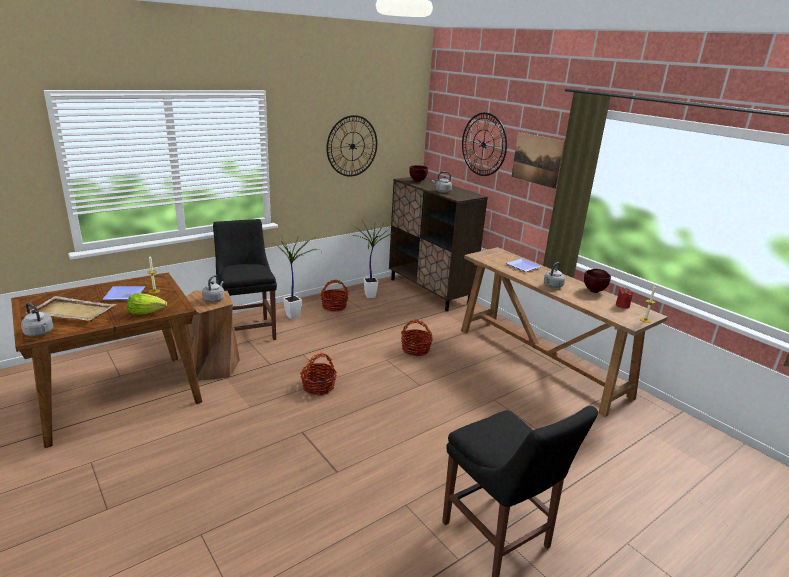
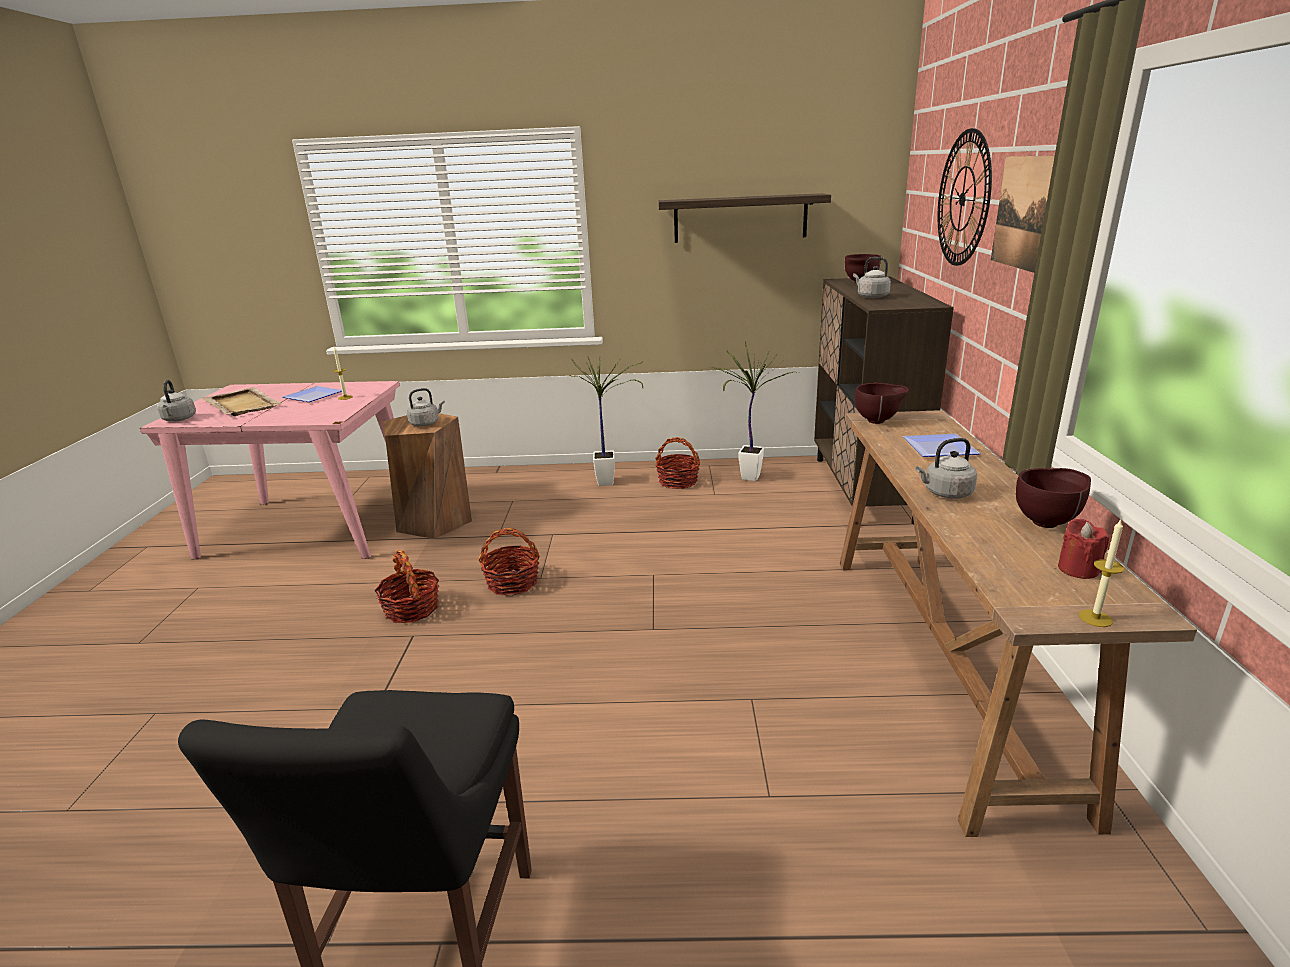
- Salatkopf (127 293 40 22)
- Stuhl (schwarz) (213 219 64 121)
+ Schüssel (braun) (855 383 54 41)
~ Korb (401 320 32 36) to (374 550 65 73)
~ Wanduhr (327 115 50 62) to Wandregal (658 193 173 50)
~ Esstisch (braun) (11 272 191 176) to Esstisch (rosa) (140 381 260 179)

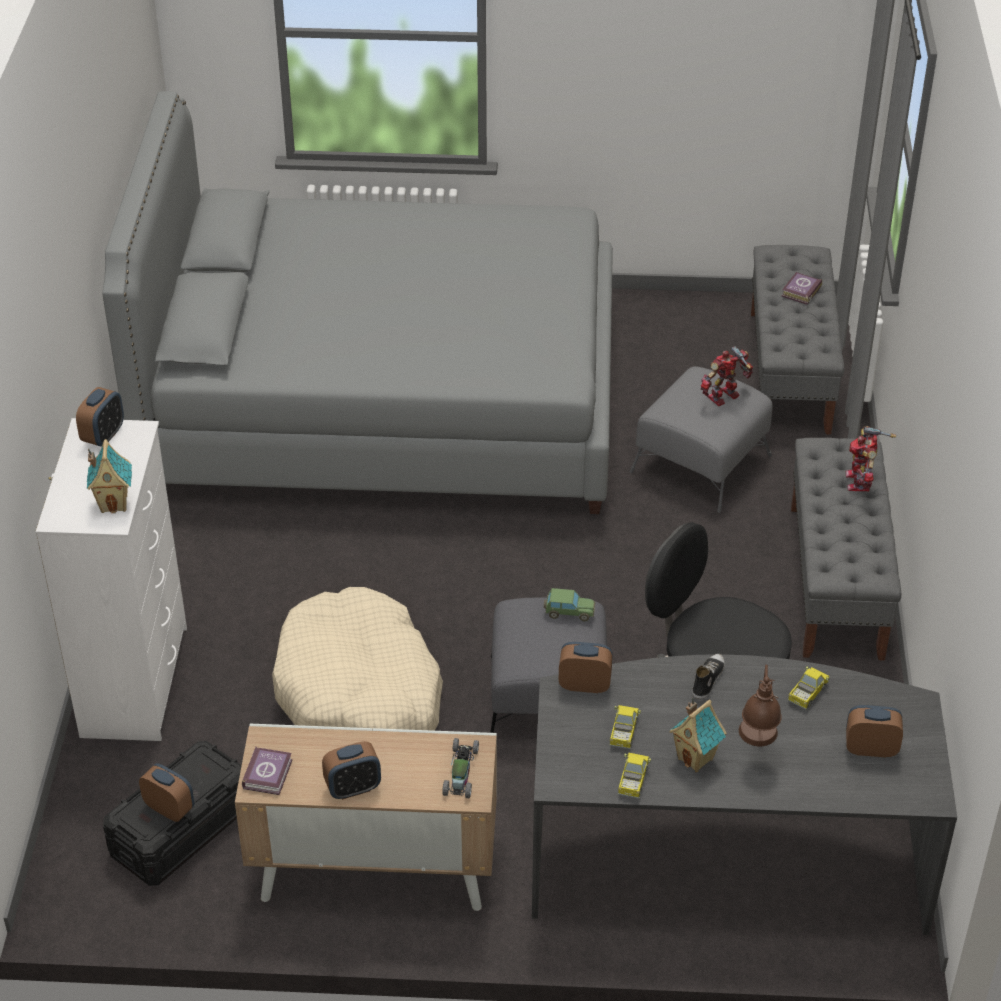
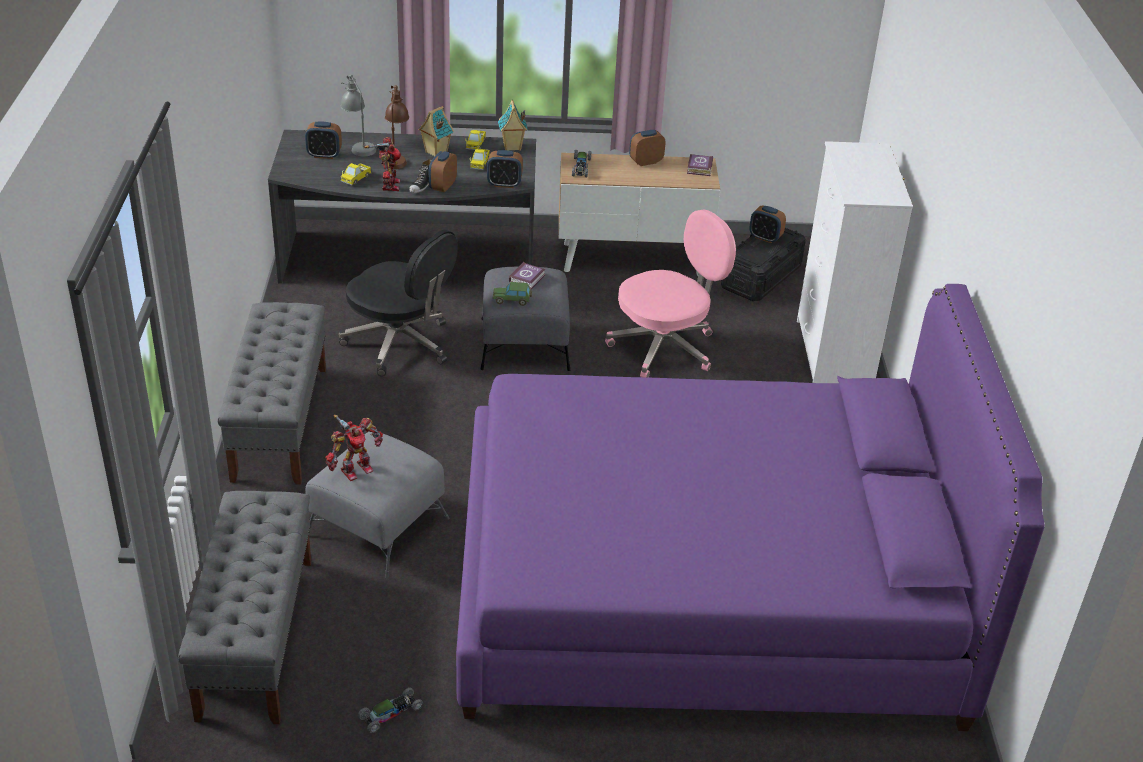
+ Tischlampe (grau) (341 74 35 82)
+ Spielzeugauto (357 688 66 45)
~ Wecker (76 387 48 59) to (429 151 28 41)
~ Spielzeughaus (87 439 45 74) to (498 100 30 51)
~ Buch (781 272 41 33) to (509 262 36 28)
~ Spielzeugroboter (846 426 50 65) to (364 137 37 54)
~ Hundebett (beige) (272 587 171 144) to Bürostuhl (rosa) (605 210 131 167)
~ Bett (grau) (102 91 511 423) to Bett (lila) (456 284 589 447)

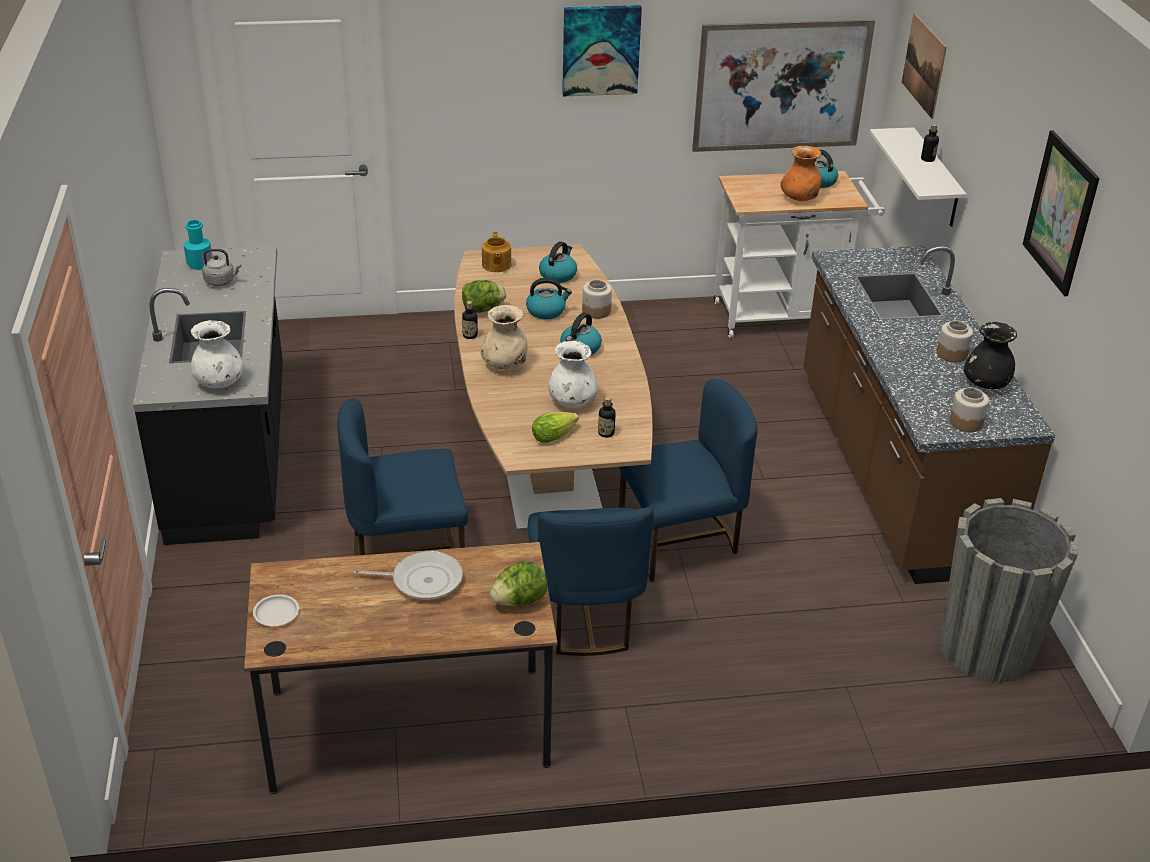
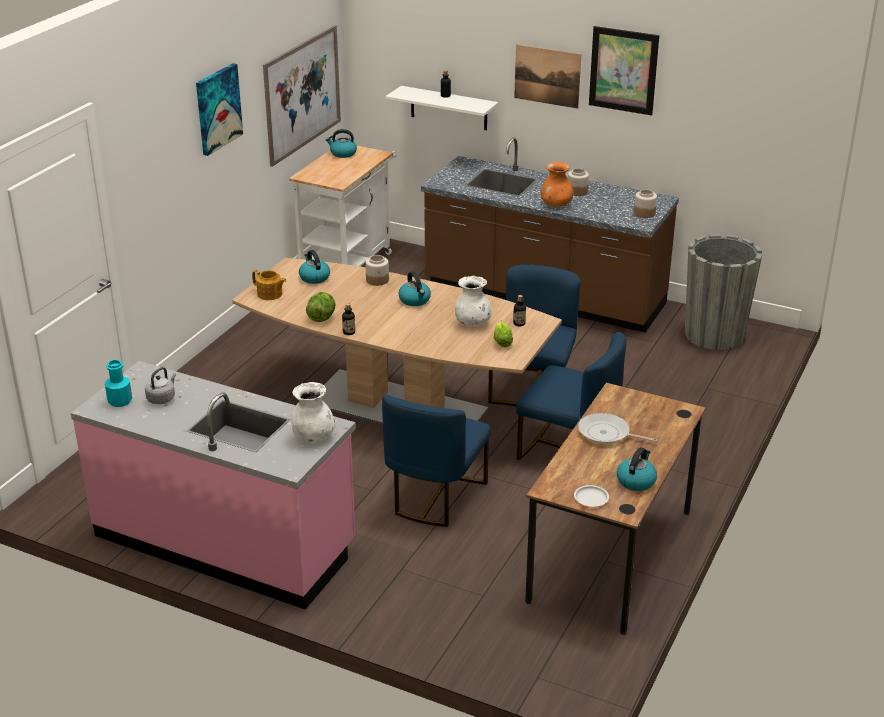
- Vase (beige) (480 305 48 65)
- Salatkopf (490 561 58 46)
- Vase (schwarz) (964 322 53 67)
~ Wasserkessel (526 278 46 41) to (617 447 40 44)
~ Vase (orange) (780 146 41 55) to (541 162 32 45)
~ Bild (902 13 45 106) to (514 44 67 65)
~ Küchenzeile (schwarz) (133 246 150 299) to Küchenzeile (rosa) (71 361 285 249)
~ Pfanne (354 551 109 49) = (578 413 79 31) 105 degrees counterclockwise

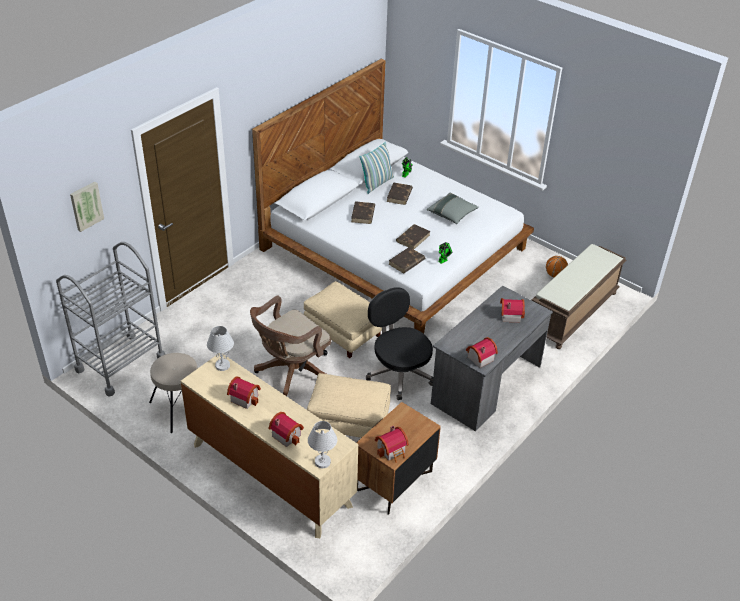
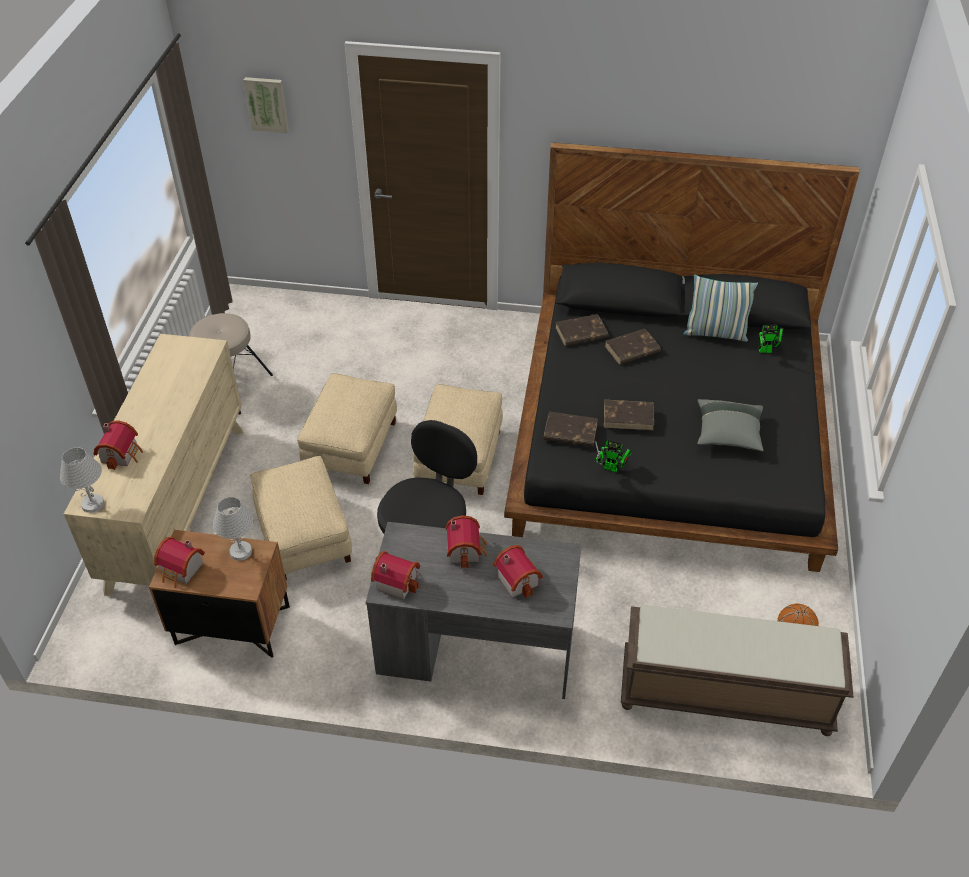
- Rollwagen (grau) (56 242 109 155)
~ Tischlampe (weiß) (207 326 27 45) to (213 497 41 64)
~ Spielzeughaus (227 377 34 32) to (446 515 42 54)
~ Buch (braun) (387 183 26 22) to (555 314 54 32)
~ Bürostuhl (braun) (250 295 81 101) to Polsterhocker (beige) (297 373 100 111)
~ Bett (weiß) (252 59 282 275) to Bett (schwarz) (504 142 356 430)

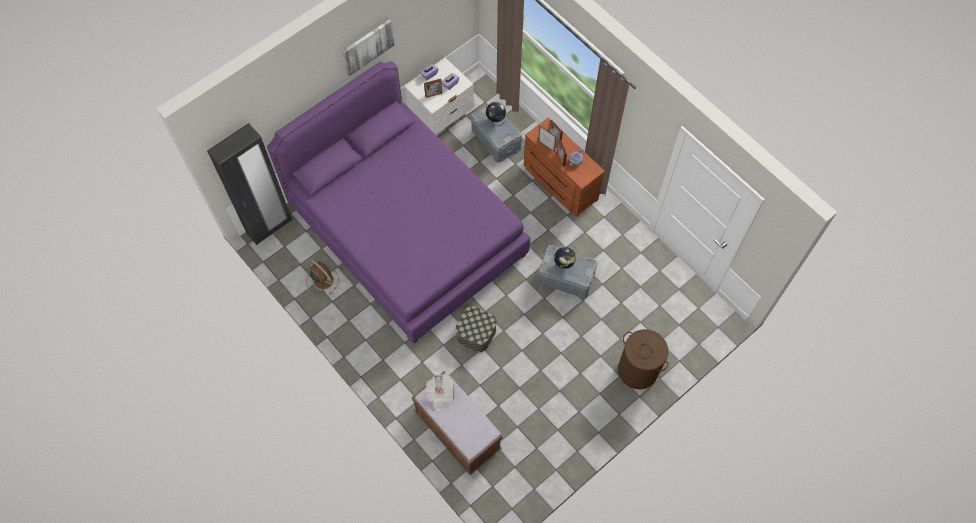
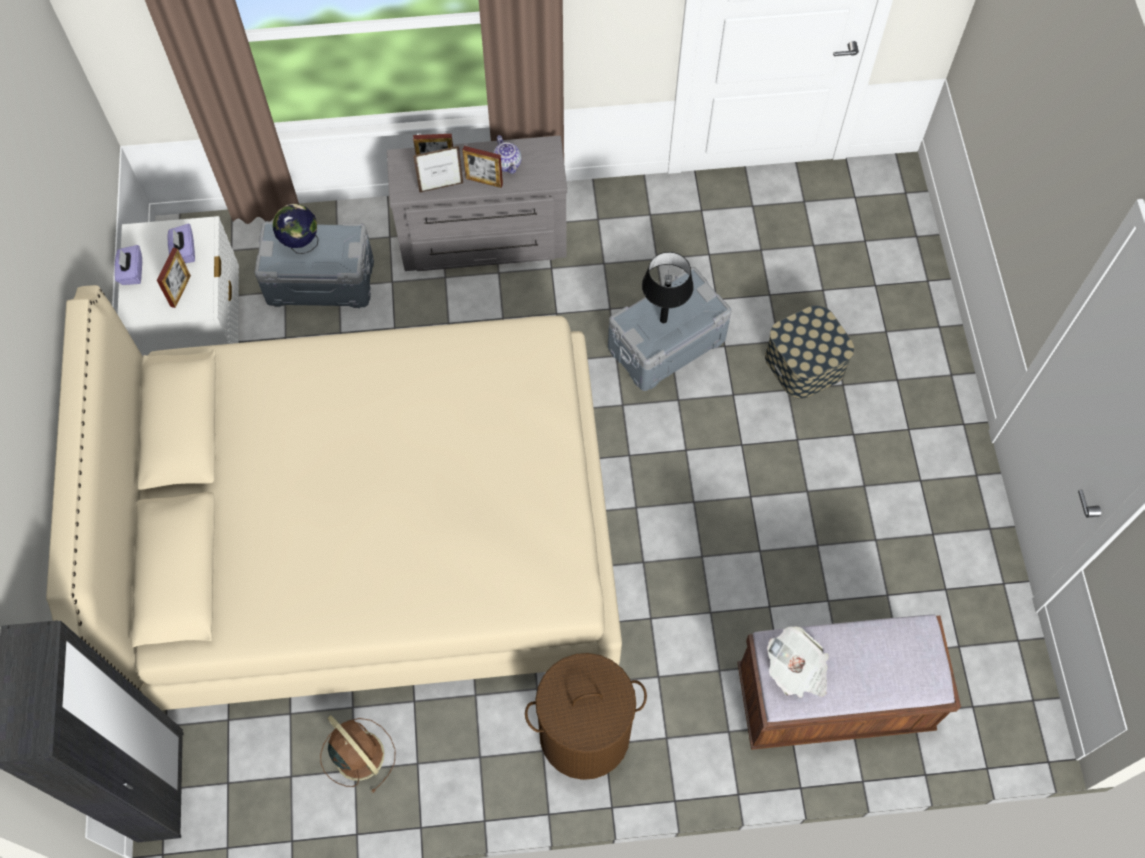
- Bild (342 19 53 57)
~ Aufbewahrungsbox (455 306 42 46) to (765 305 90 94)
~ Wäschekorb (braun) (618 329 51 60) to (525 653 122 127)
~ Globus (554 247 22 24) to Tischlampe (schwarz) (642 252 52 71)
~ Bett (lila) (267 61 263 282) to Bett (beige) (46 285 576 425)
~ Kommode (braun) (524 118 81 99) to Kommode (grau) (387 136 180 135)
~ Ventilator (braun) (306 260 33 34) = (320 715 76 78) 60 degrees clockwise

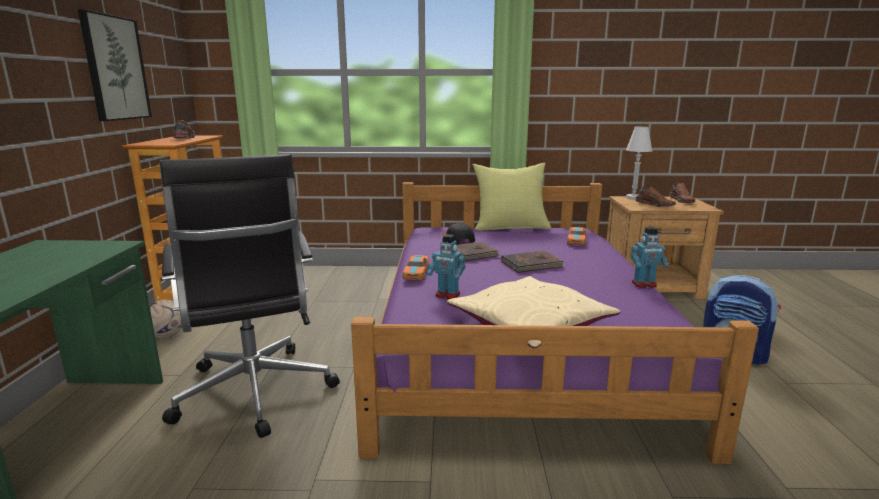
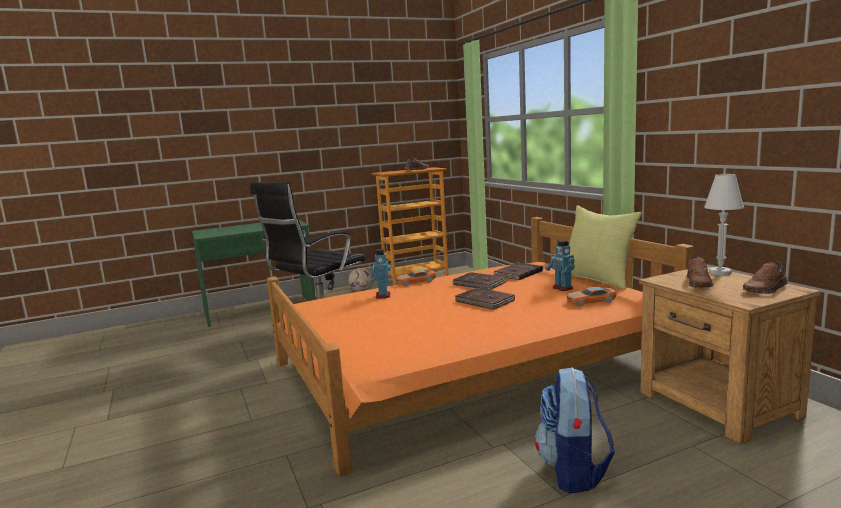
- Bild (78 9 74 112)
- Kissen (beige) (447 276 173 72)
~ Spielzeugroboter (630 227 39 61) to (545 240 30 51)
~ Kappe (442 223 33 22) to Buch (braun) (493 263 50 17)
~ Bett (lila) (351 182 408 282) to Bett (orange) (267 217 426 259)

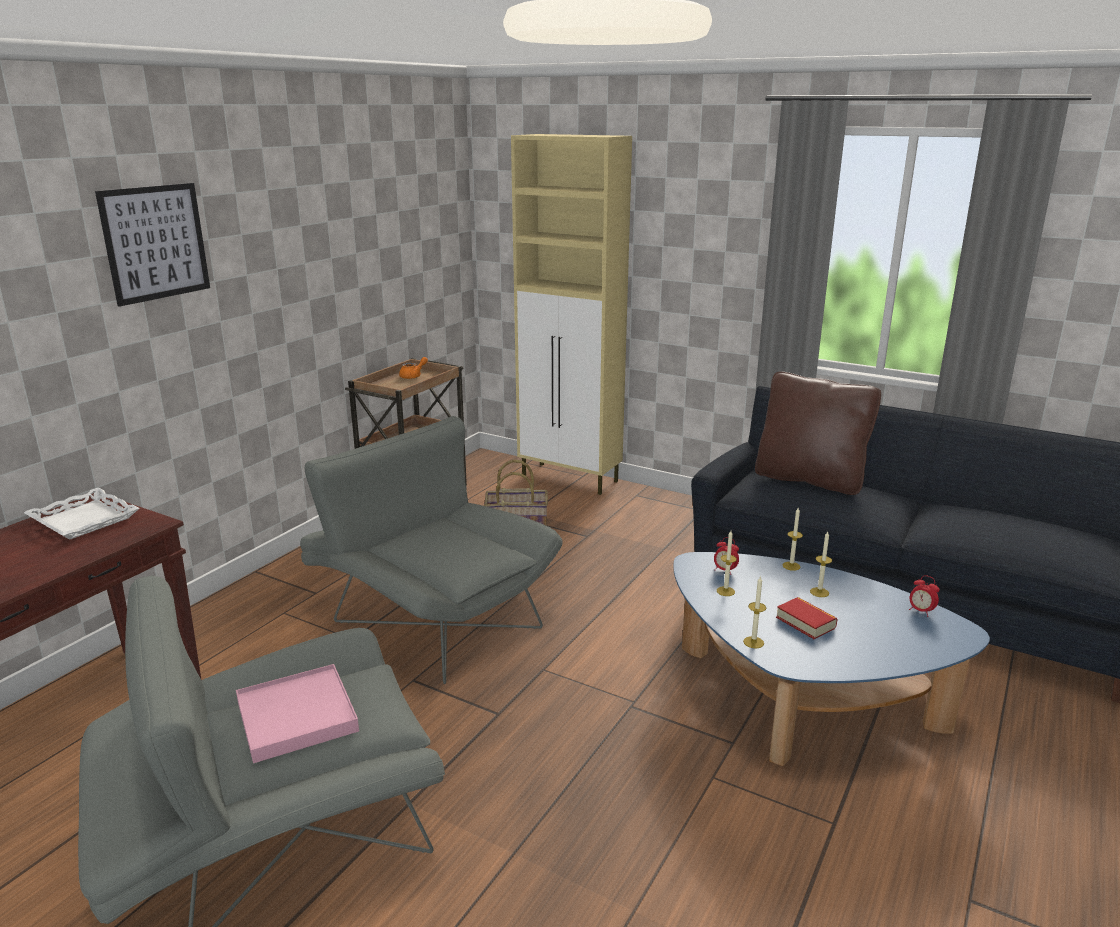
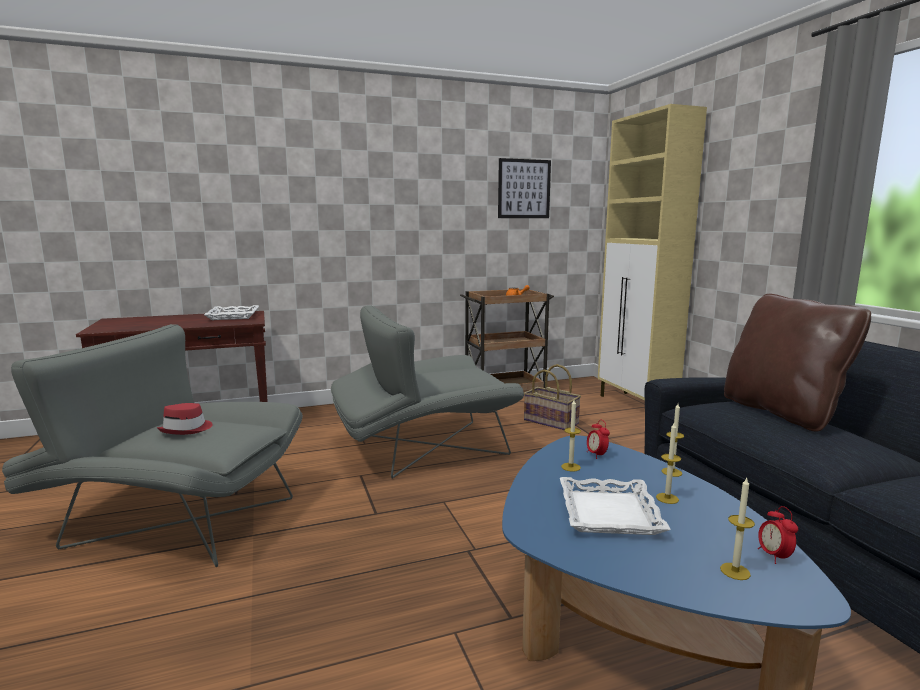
~ Bild (95 183 115 124) to (498 158 53 60)
~ Kerze (743 576 23 72) to (720 478 35 102)
~ Tablett (rosa) (236 664 123 99) to Hut (rot) (157 403 56 32)
~ Buch (776 597 62 42) to Tablett (weiß) (560 477 111 58)
~ Sessel (grau) (300 416 263 268) = (331 305 193 174) 105 degrees counterclockwise

